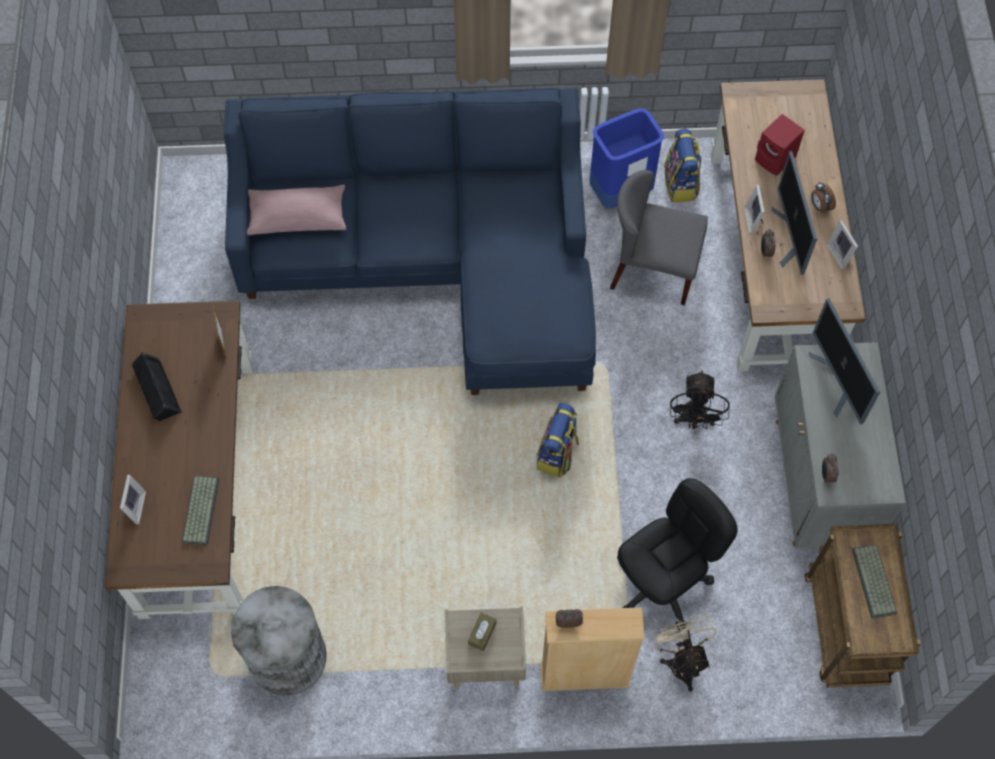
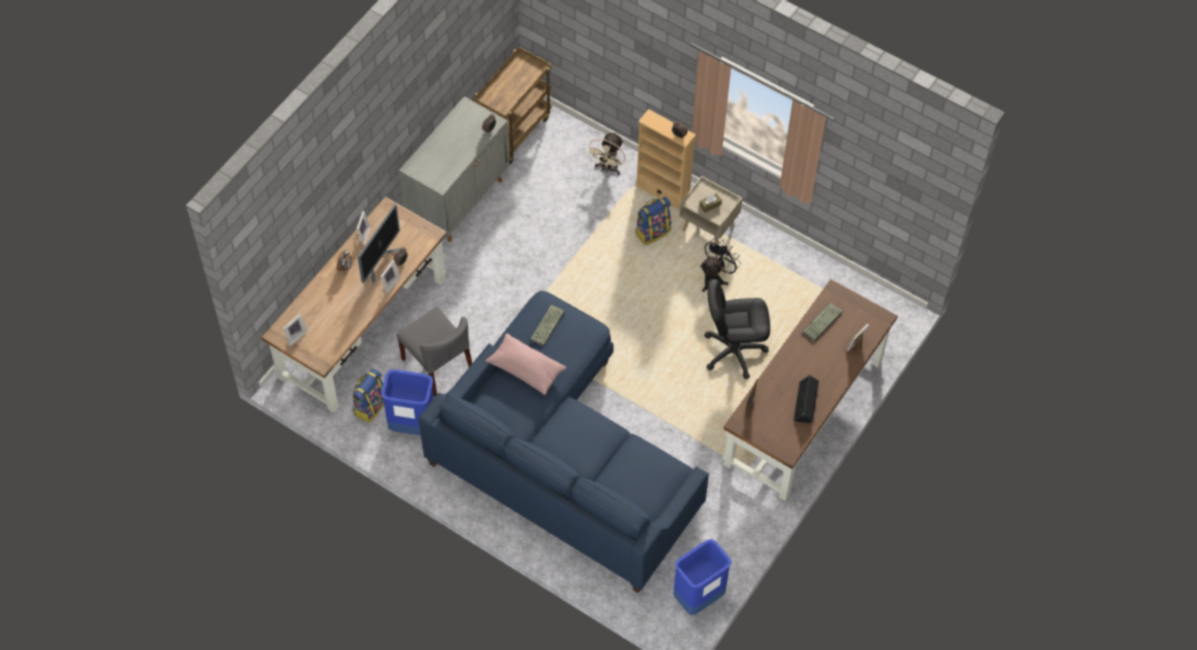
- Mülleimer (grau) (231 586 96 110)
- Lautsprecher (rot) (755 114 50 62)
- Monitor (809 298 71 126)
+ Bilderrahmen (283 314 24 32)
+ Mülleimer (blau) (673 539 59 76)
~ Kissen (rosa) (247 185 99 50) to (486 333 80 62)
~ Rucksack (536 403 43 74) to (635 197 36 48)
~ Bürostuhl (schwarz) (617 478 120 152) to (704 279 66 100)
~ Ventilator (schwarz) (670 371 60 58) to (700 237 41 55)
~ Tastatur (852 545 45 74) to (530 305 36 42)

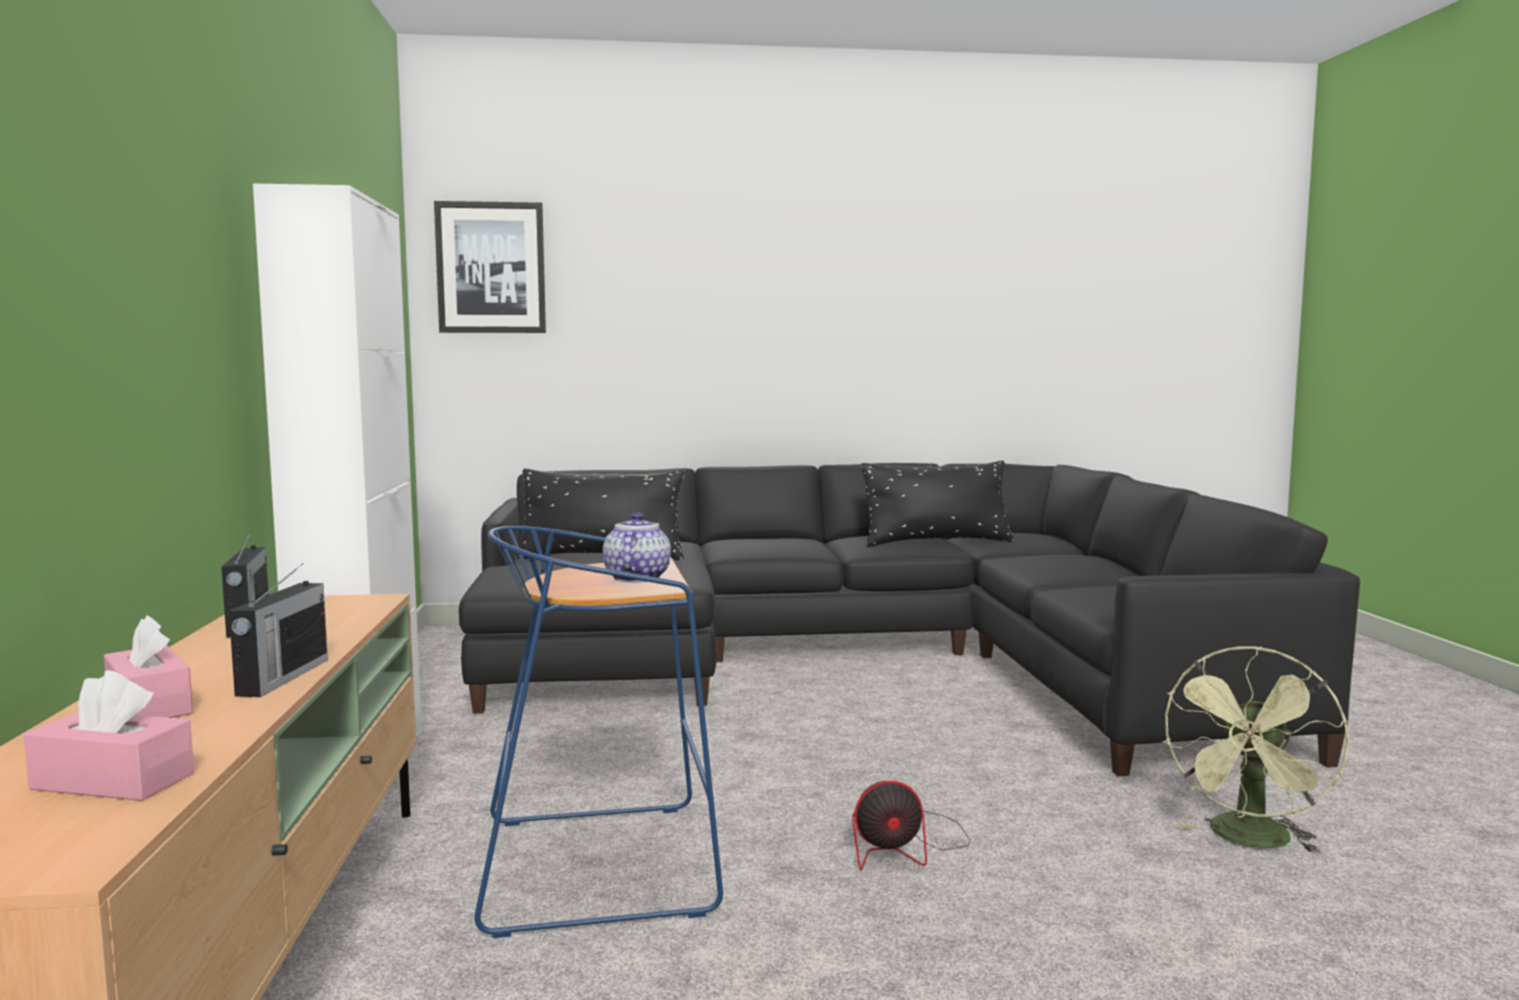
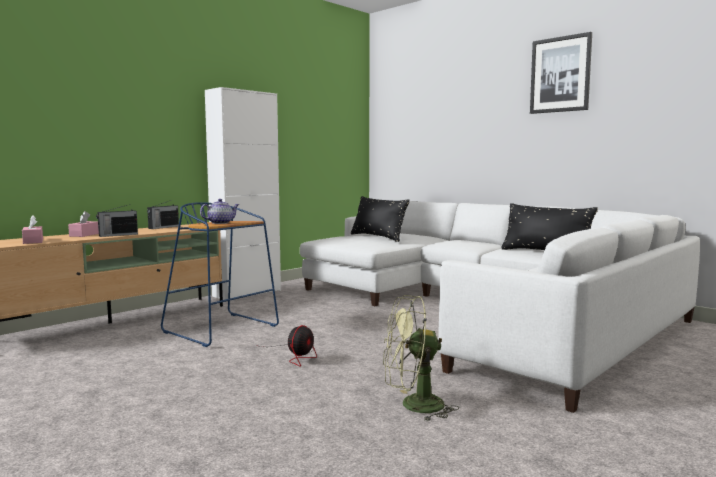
~ Bild (434 201 112 132) to (530 32 62 82)
~ Sofa (schwarz) (459 463 901 313) to Sofa (weiß) (300 201 400 212)
~ Ventilator (852 781 118 89) = (256 325 61 42) 105 degrees counterclockwise

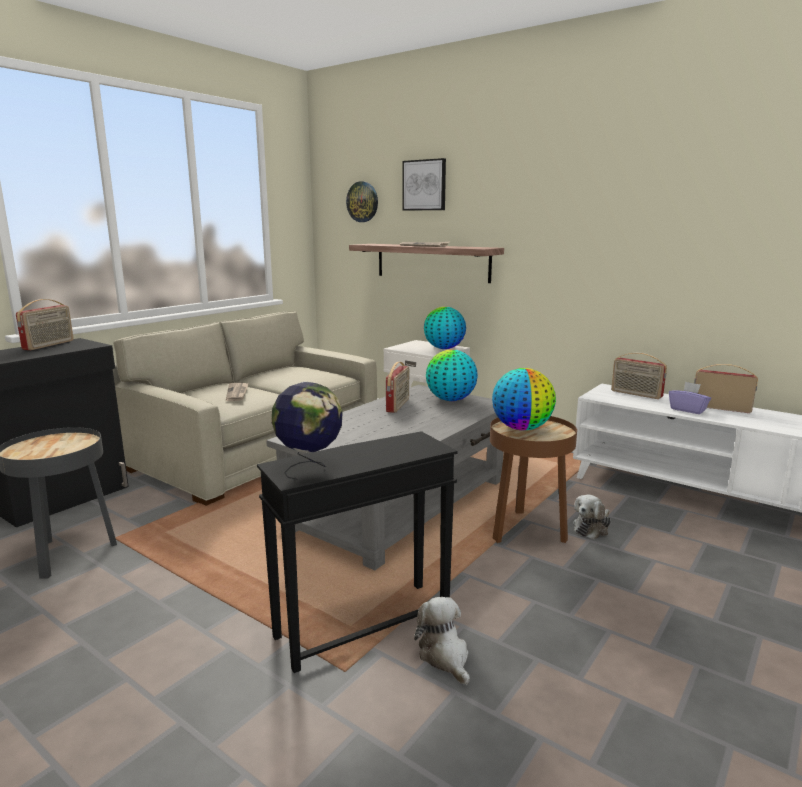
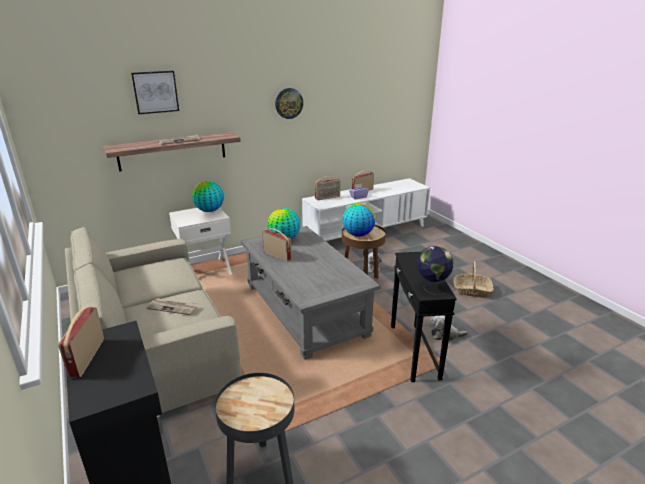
+ Korb (453 261 41 37)
~ Wanduhr (346 181 32 41) to (275 88 28 31)
~ Radio (16 299 58 51) = (58 307 46 70) 135 degrees counterclockwise

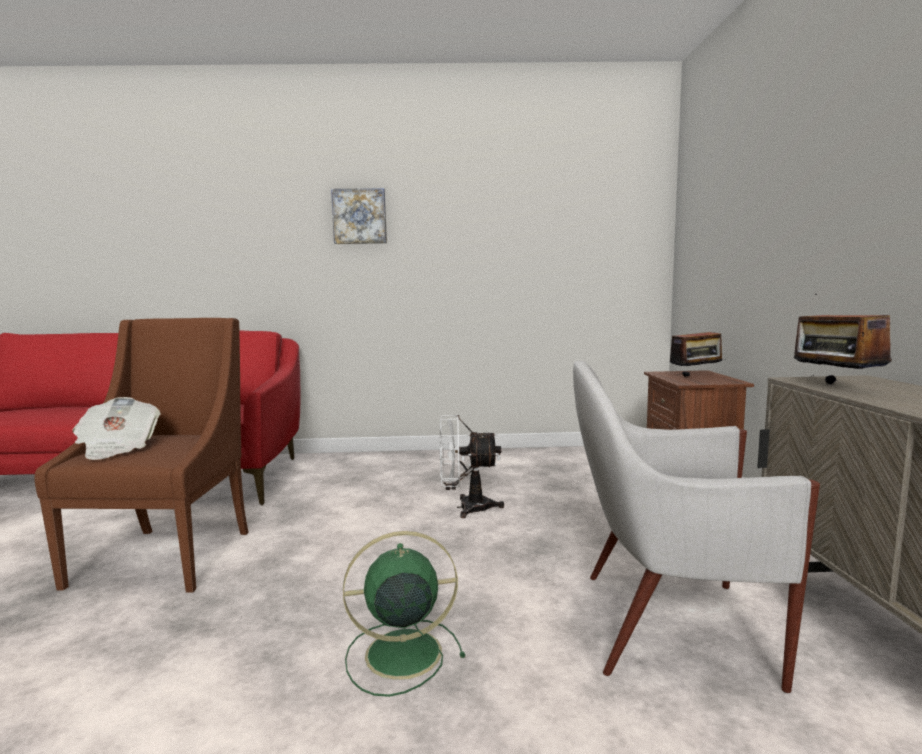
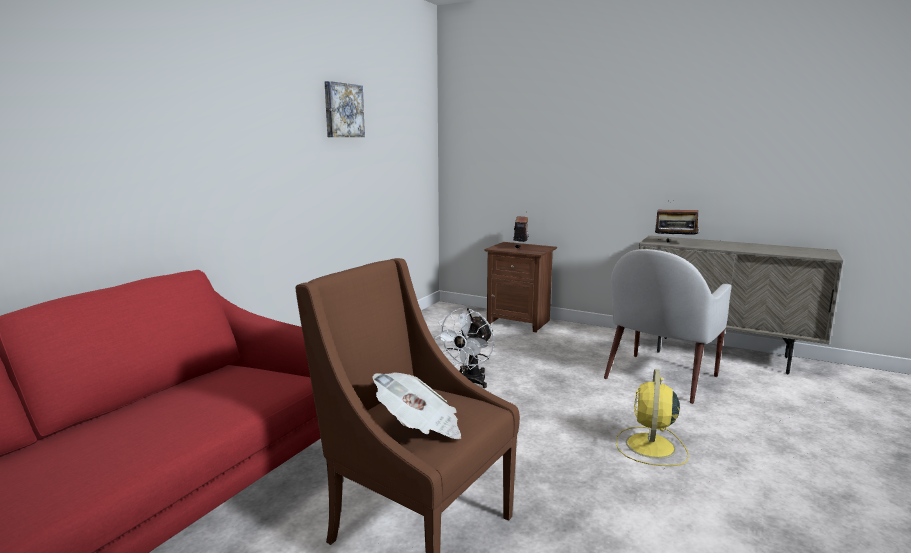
~ Bild (331 188 56 56) to (325 81 40 56)
~ Ventilator (grün) (343 531 122 166) to Ventilator (gelb) (616 369 73 97)

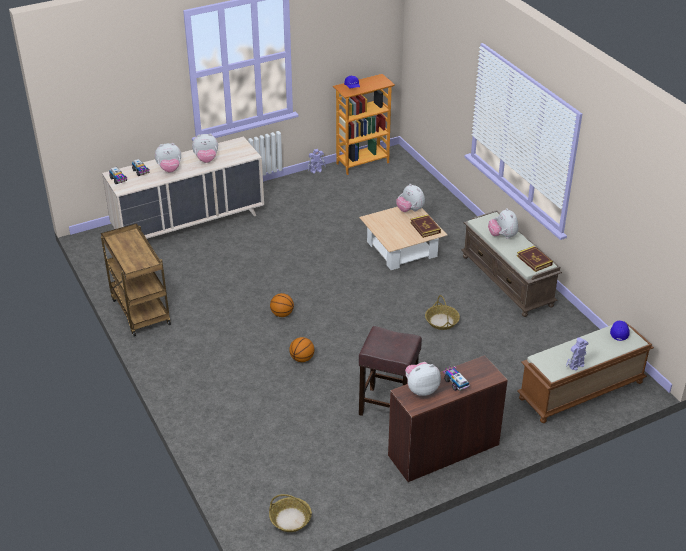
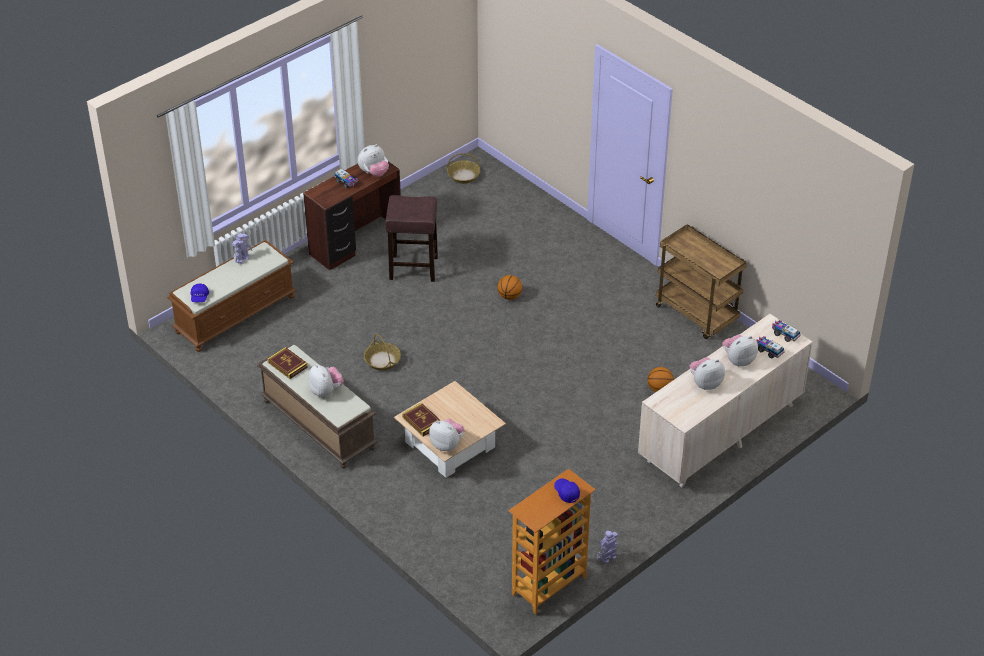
~ Basketball (270 293 24 24) to (647 367 27 25)

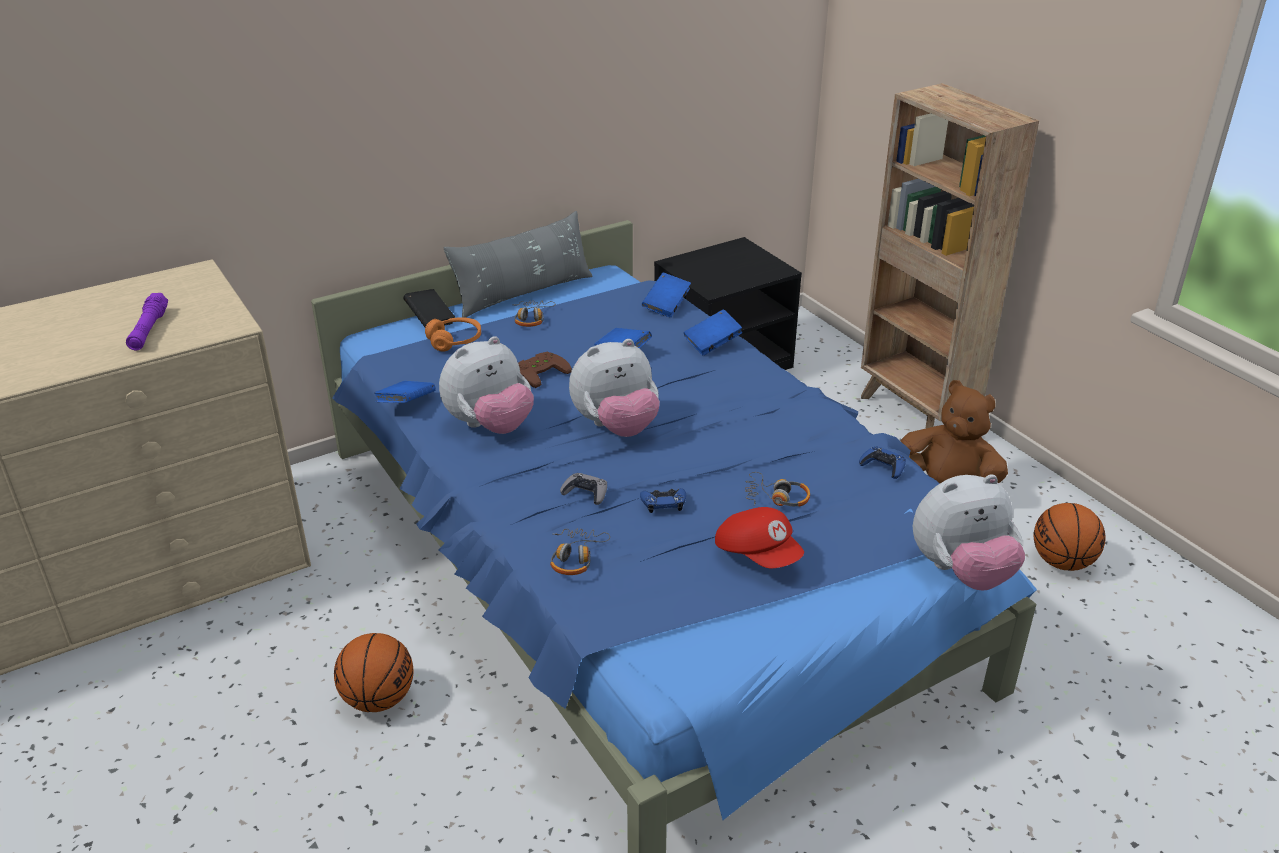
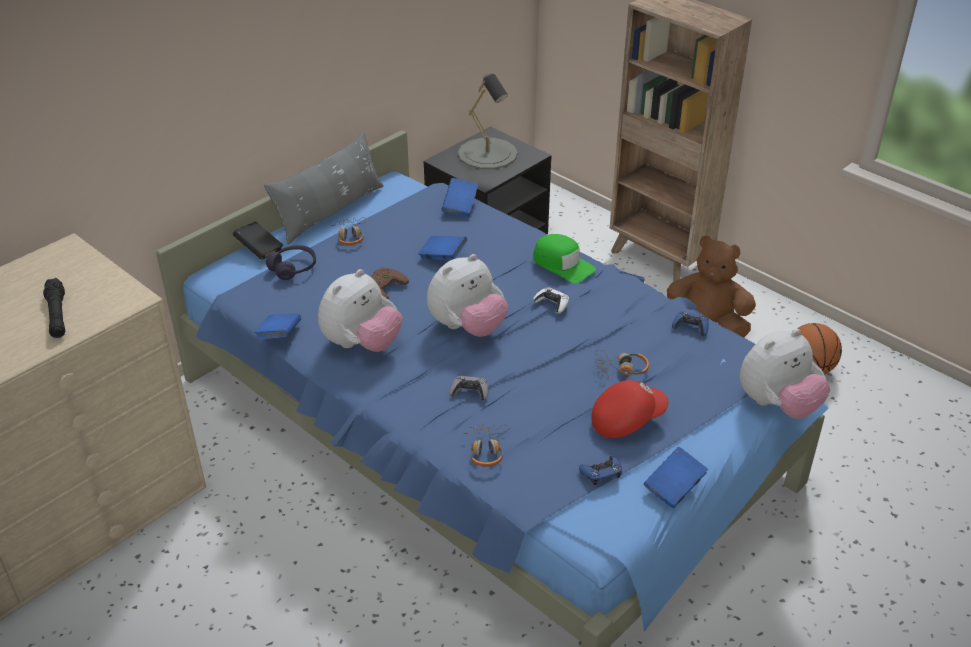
- Basketball (334 633 79 79)
+ Tischlampe (grau) (458 73 60 96)
+ Kappe (grün) (533 234 63 49)
+ Gamepad (weiß) (533 287 36 27)
~ Gamepad (blau) (640 488 46 25) to (579 456 43 29)
~ Buch (blau) (684 309 58 47) to (644 447 64 61)
~ Taschenlampe (lila) (126 293 42 57) to Taschenlampe (schwarz) (43 278 22 60)
~ Kopfhörer (orange) (425 317 56 35) to Kopfhörer (lila) (266 245 50 35)
~ Kappe (rot) (715 507 89 61) = (591 380 77 58) 60 degrees counterclockwise

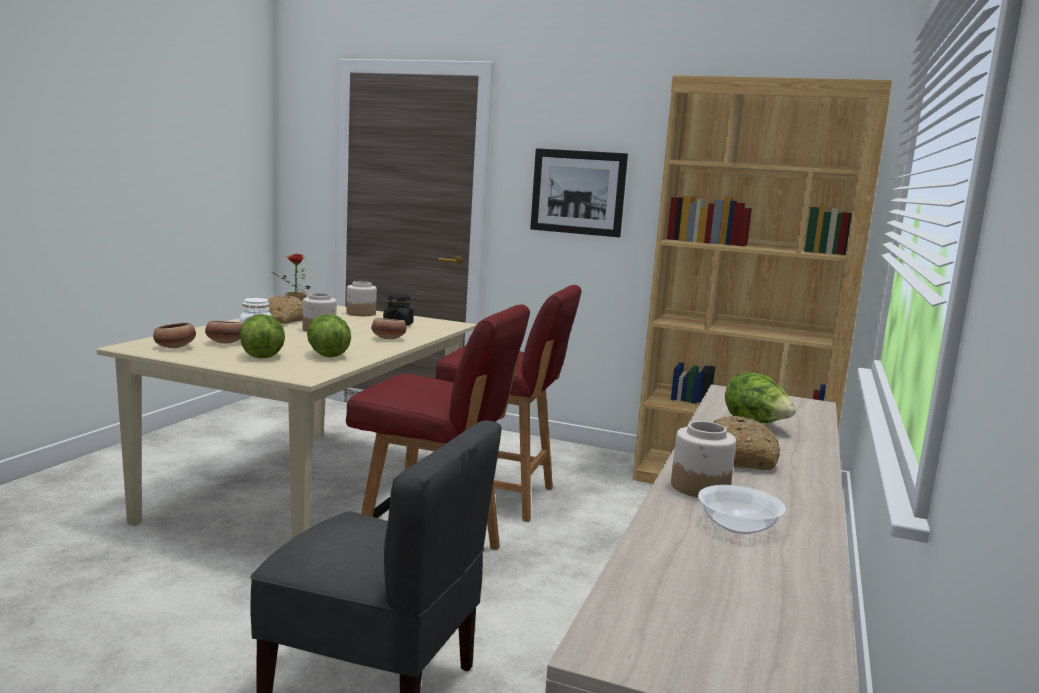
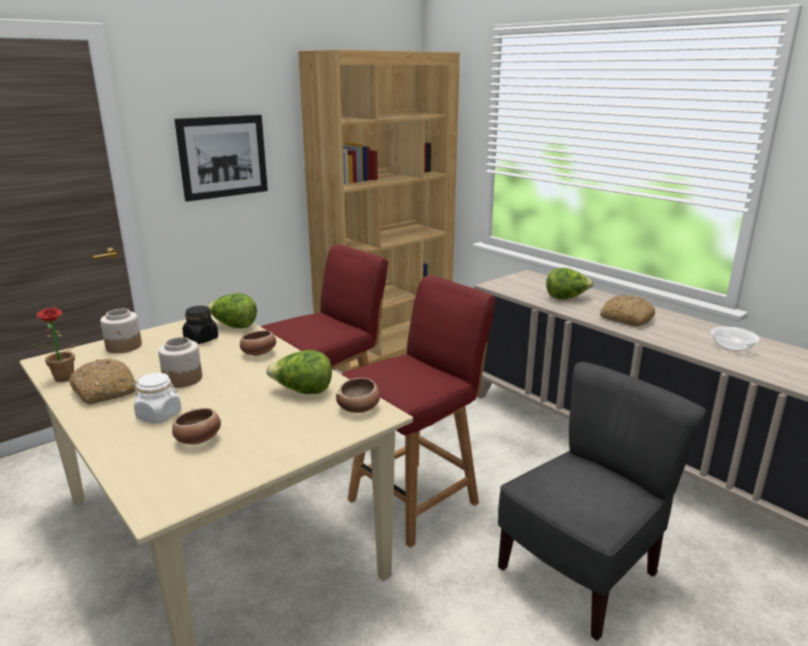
- Vorratsglas (671 421 65 76)
~ Schüssel (153 322 43 26) to (336 378 44 35)
~ Salatkopf (240 314 45 44) to (207 293 50 35)

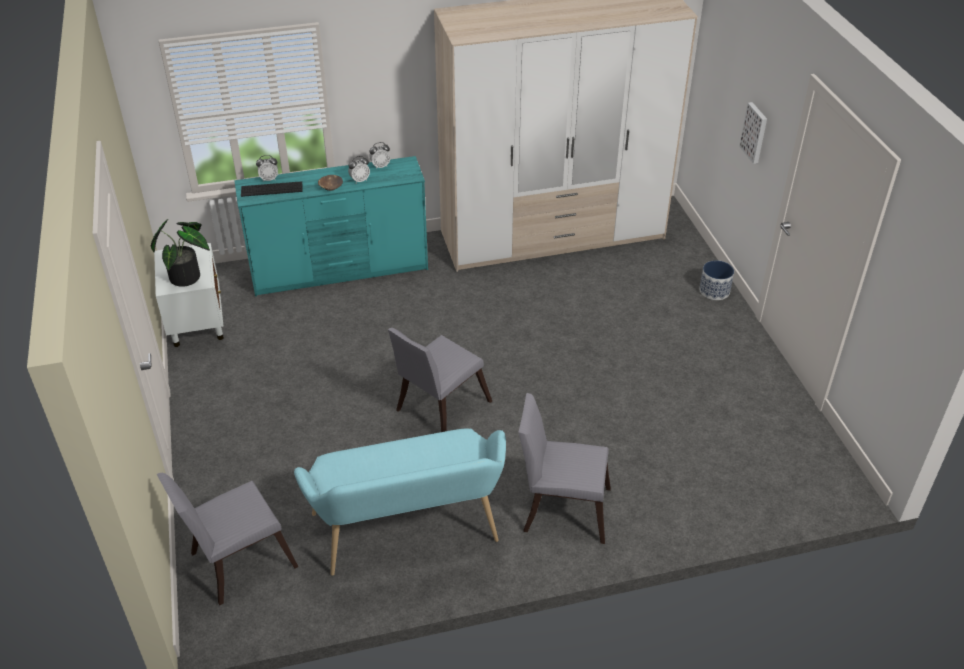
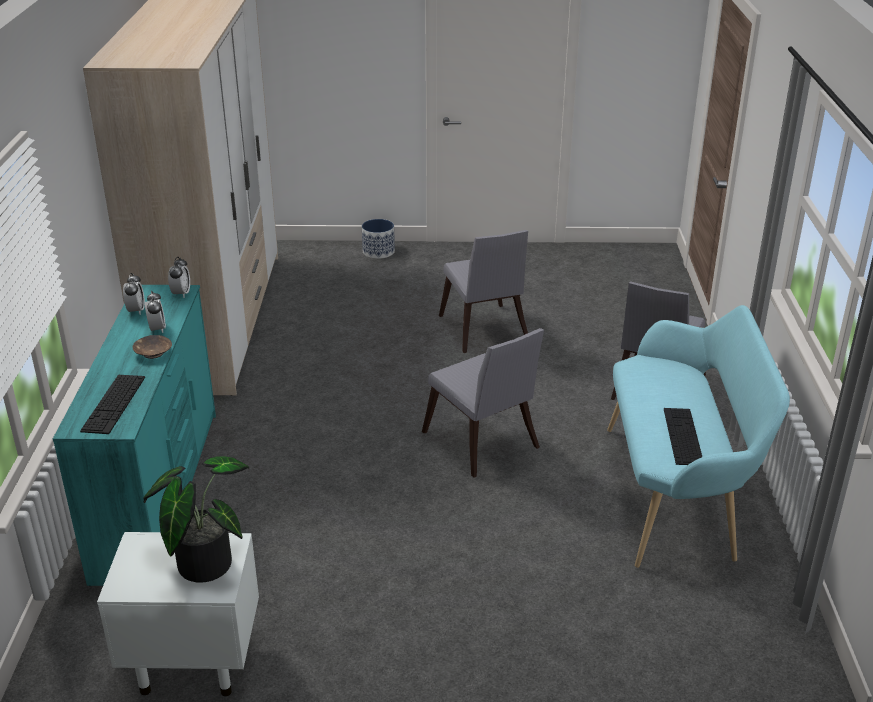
- Bild (739 102 28 62)
+ Tastatur (664 408 38 57)
~ Stuhl (grau) (157 473 142 132) to (439 230 89 123)
~ Wecker (256 155 22 27) to (168 257 22 41)

